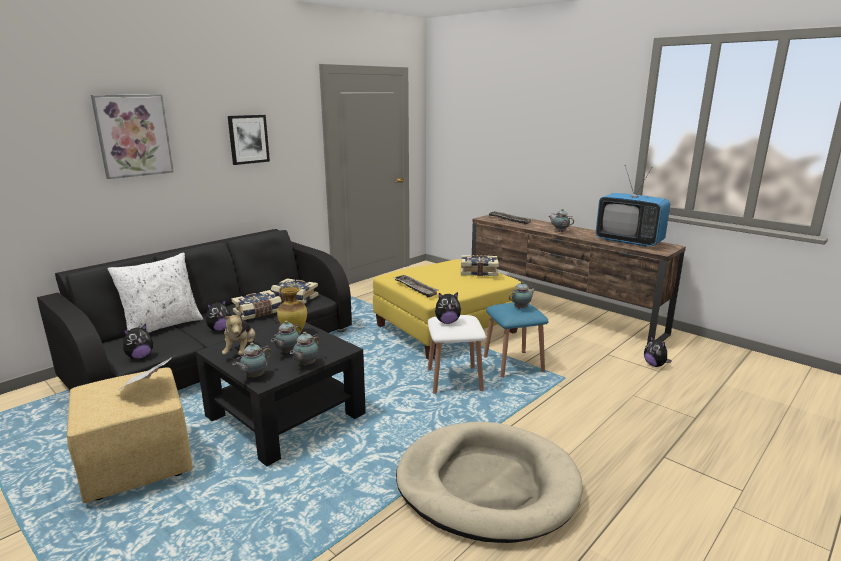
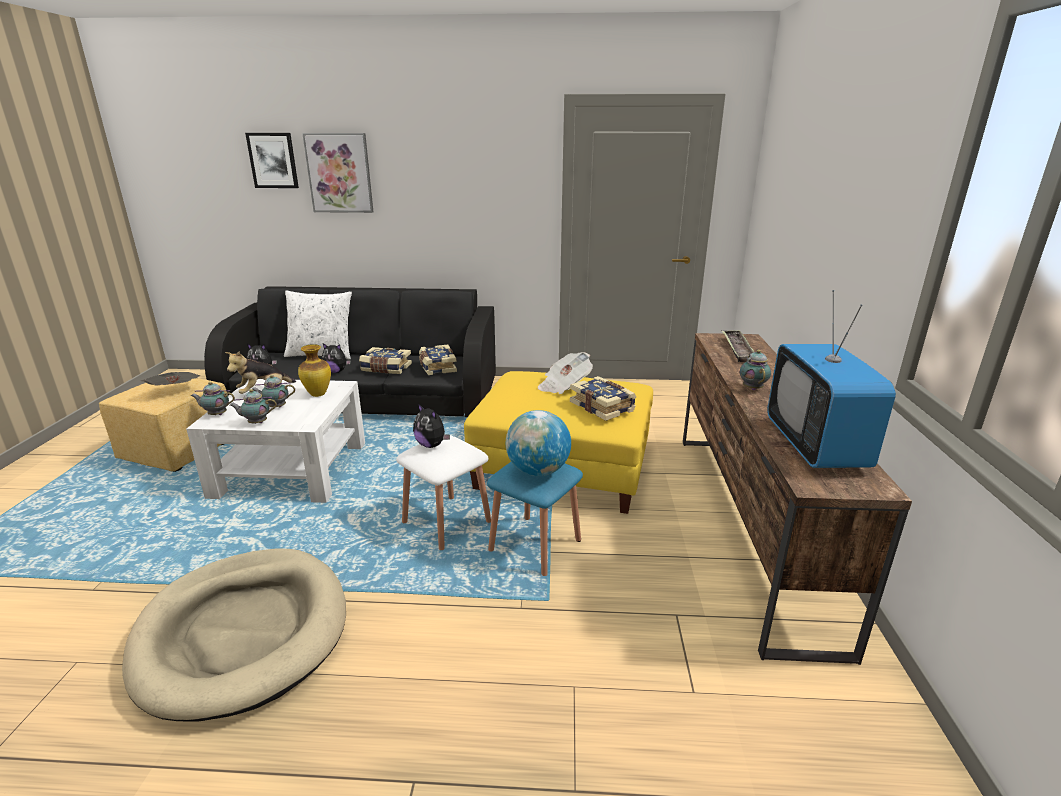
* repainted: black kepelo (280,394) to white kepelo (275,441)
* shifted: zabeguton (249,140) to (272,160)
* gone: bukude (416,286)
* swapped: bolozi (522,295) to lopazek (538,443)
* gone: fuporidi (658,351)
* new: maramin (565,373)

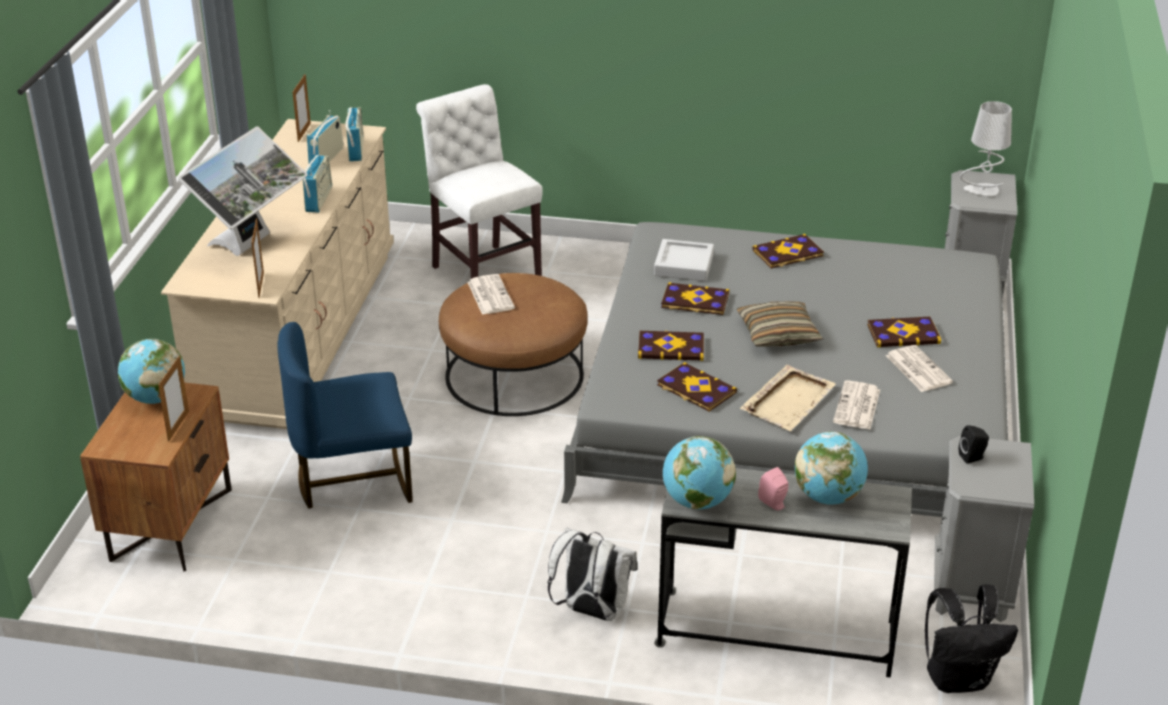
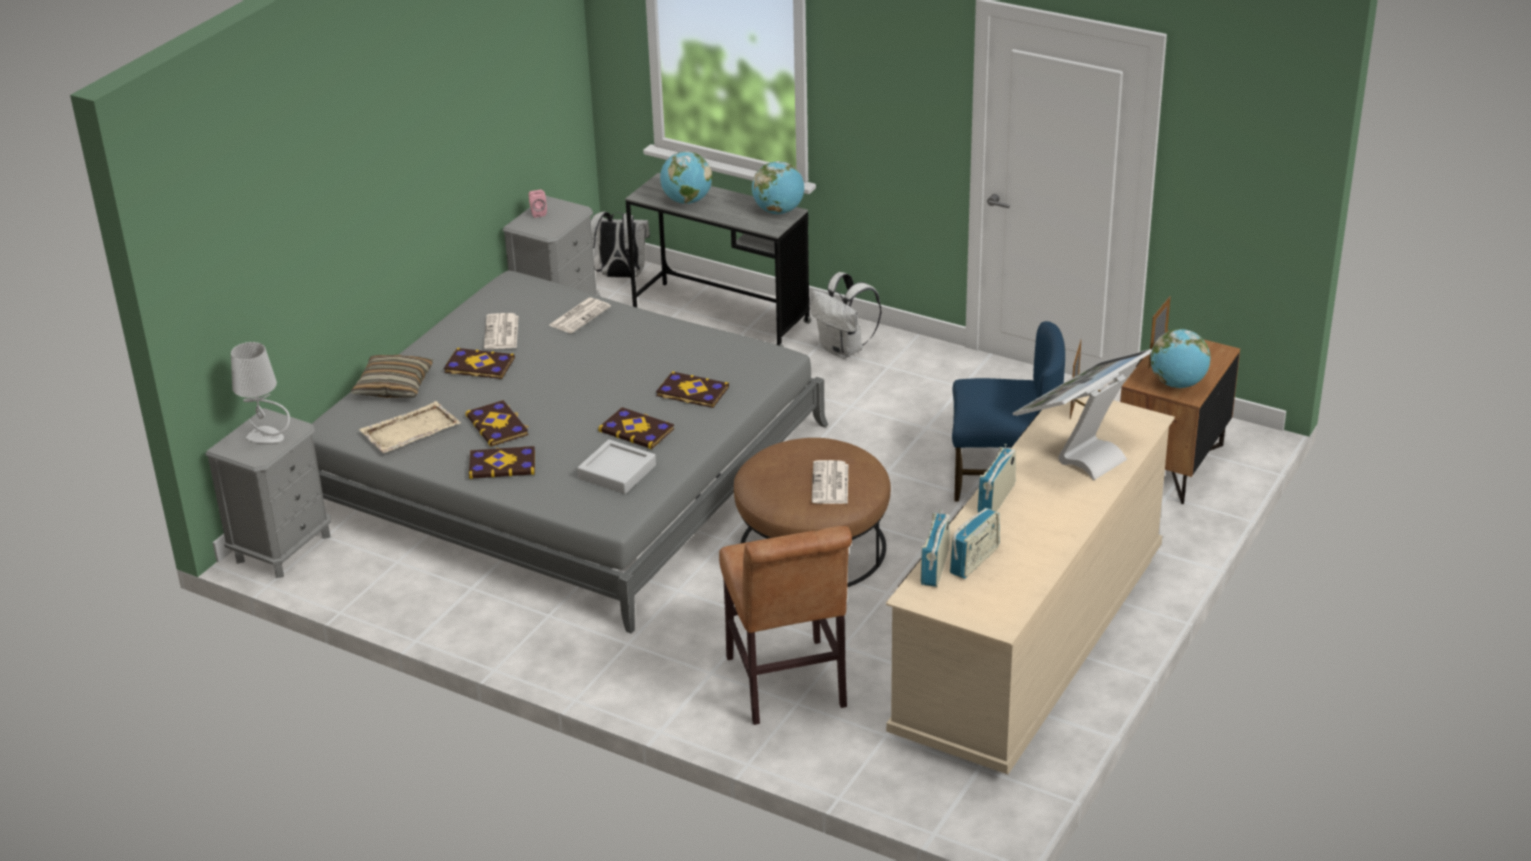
* gone: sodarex (302,108)
* repainted: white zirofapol (479,181) to brown zirofapol (785,625)
* shifted: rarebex (697,387) to (497,423)
* shifted: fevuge (780,324) to (391,376)
* shifted: beige bukude (788,398) to (410,427)
* shifted: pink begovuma (773,489) to (538,204)
* repainted: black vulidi (971,638) to white vulidi (620,244)
* gone: black begovuma (974,444)

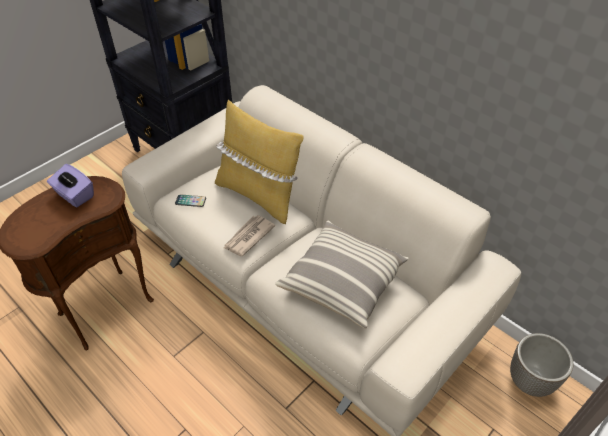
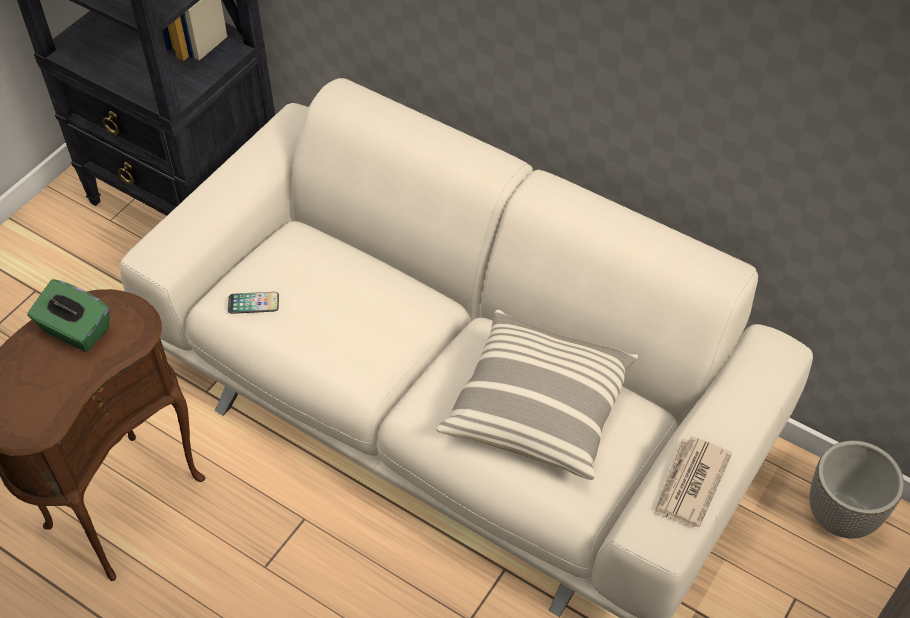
* repainted: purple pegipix (70,185) to green pegipix (68,315)
* gone: yellow fevuge (259,162)
* shifted: maramin (249,235) to (693,482)

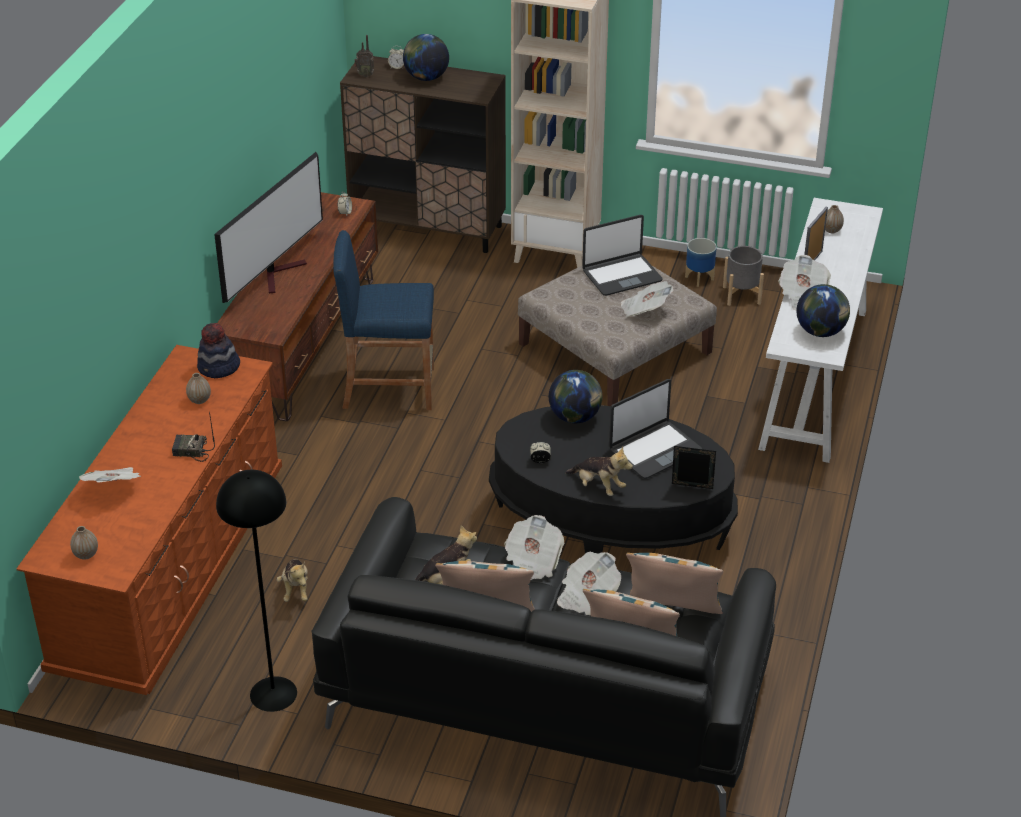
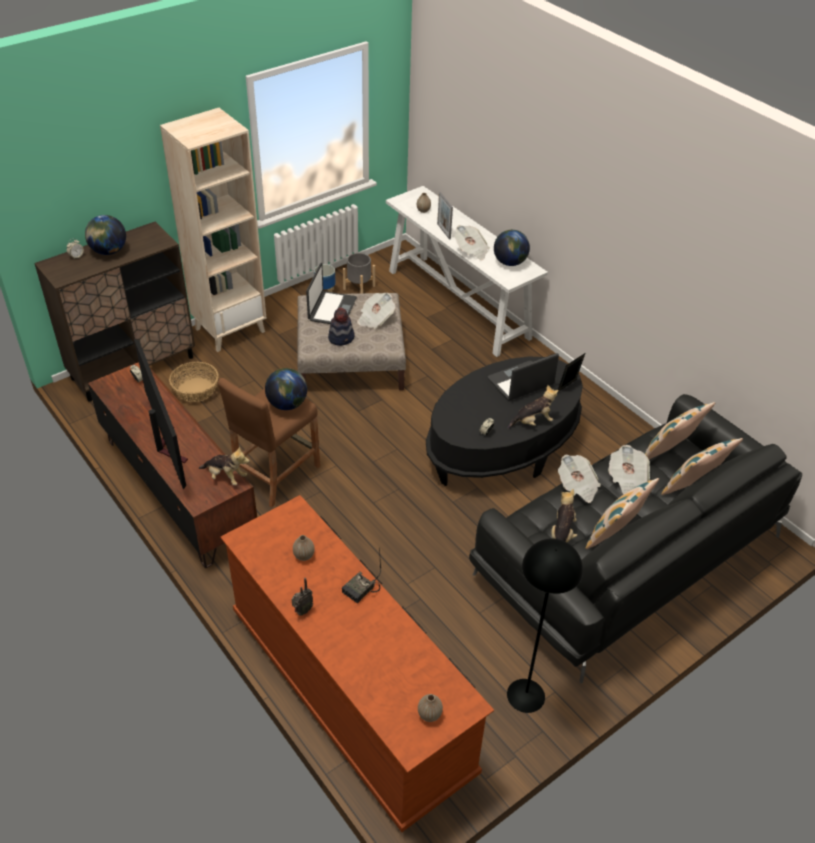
* gone: maramin (110,475)
* shifted: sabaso (218,350) to (341,327)
* shifted: fuporidi (292,580) to (224,465)
* repainted: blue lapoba (383,320) to brown lapoba (269,442)
* shifted: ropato (364,56) to (302,597)
* shifted: lopazek (575,397) to (286,389)
* rotated: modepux (655,429) = (523,376) 120 degrees counterclockwise
* new: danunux (194,382)

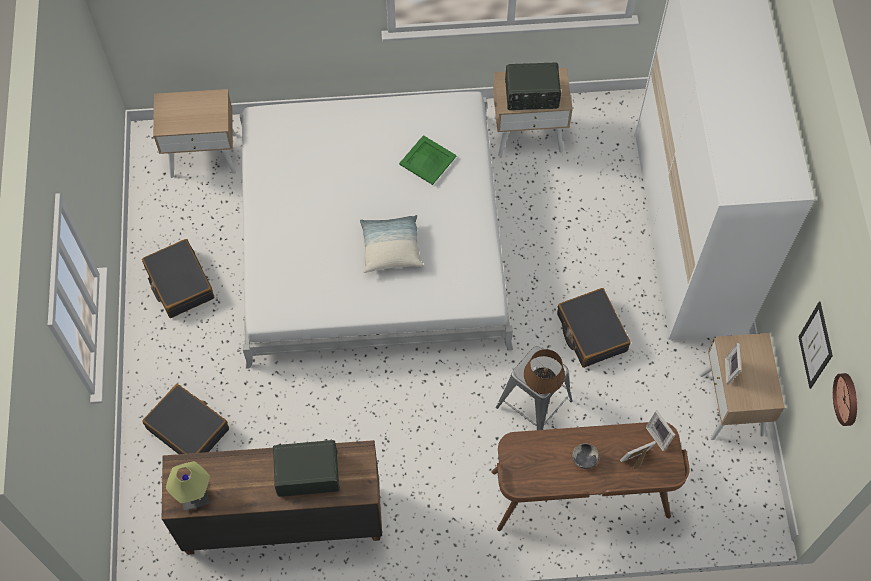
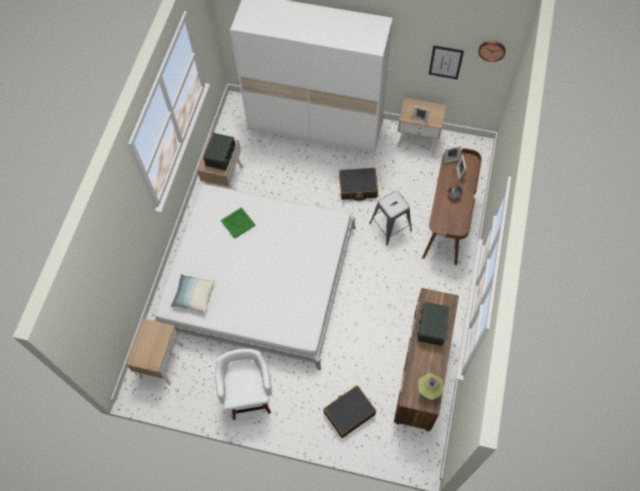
* swapped: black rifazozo (178,278) to white lapoba (243,384)
* shifted: fevuge (391,244) to (192,294)
* gone: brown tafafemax (544,371)

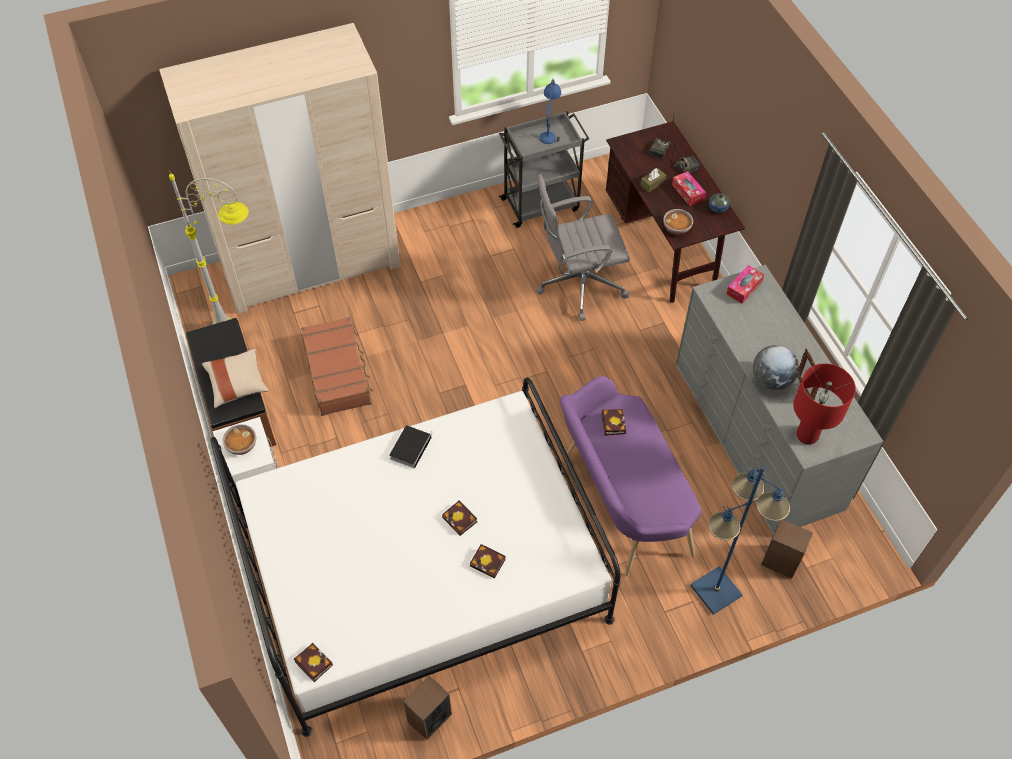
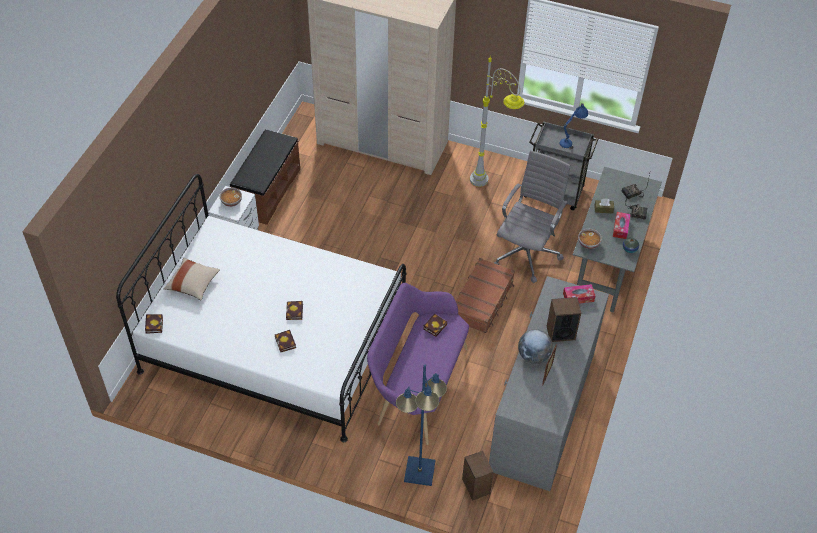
* shifted: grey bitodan (209,247) to (497,121)
* shifted: beige fevuge (235,378) to (192,279)
* shifted: brown rifazozo (337,366) to (485,295)
* gone: rarebex (411,447)
* shifted: begovuma (427,707) to (564,319)
* rotated: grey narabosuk (583,247) = (532,217) 90 degrees clockwise
* repainted: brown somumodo (675,212) to grey somumodo (617,239)
* gone: red tafafemax (824,404)

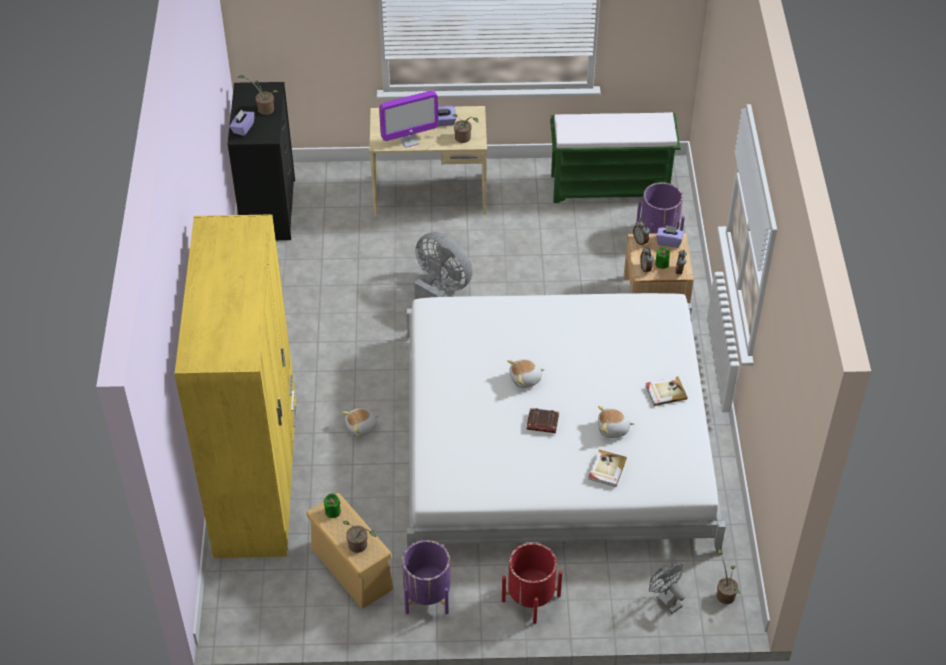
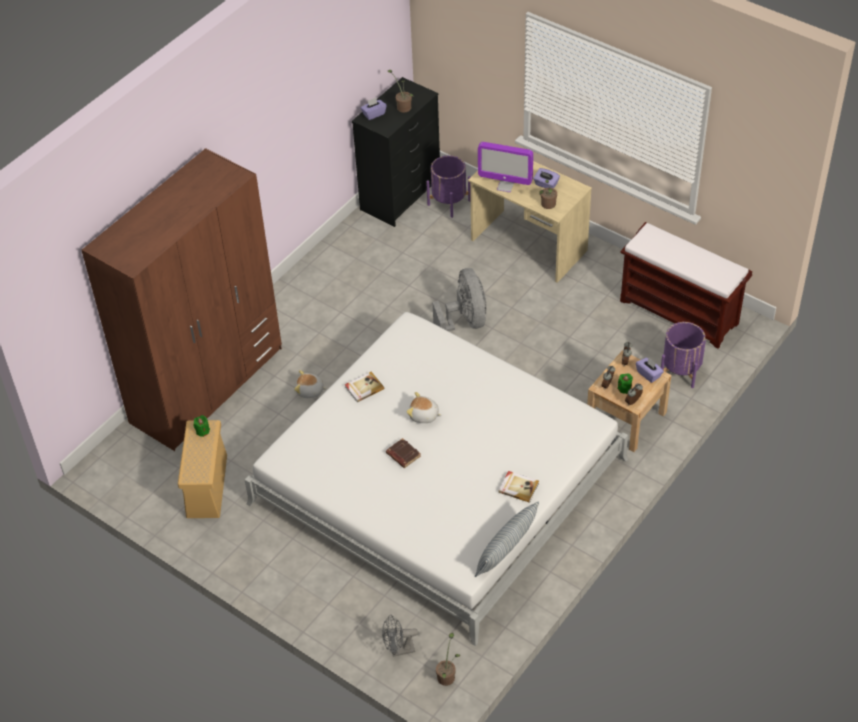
* repainted: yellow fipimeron (235,386) to brown fipimeron (181,299)
* gone: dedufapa (359,537)
* shifted: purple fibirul (426,577) to (448,186)
* gone: red fibirul (532,583)
* repainted: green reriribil (615,157) to brown reriribil (686,285)
* shifted: rarebex (608,468) to (364,387)
* gone: fuporidi (616,422)
* rotated: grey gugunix (667,588) = (400,636) 105 degrees counterclockwise
* new: fevuge (507,539)

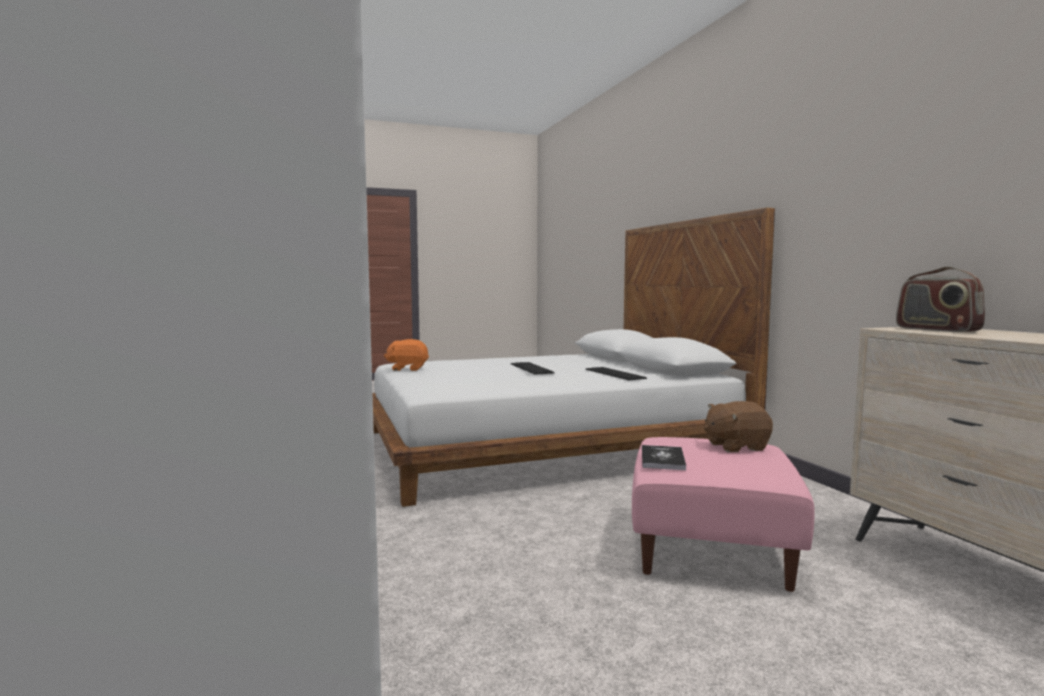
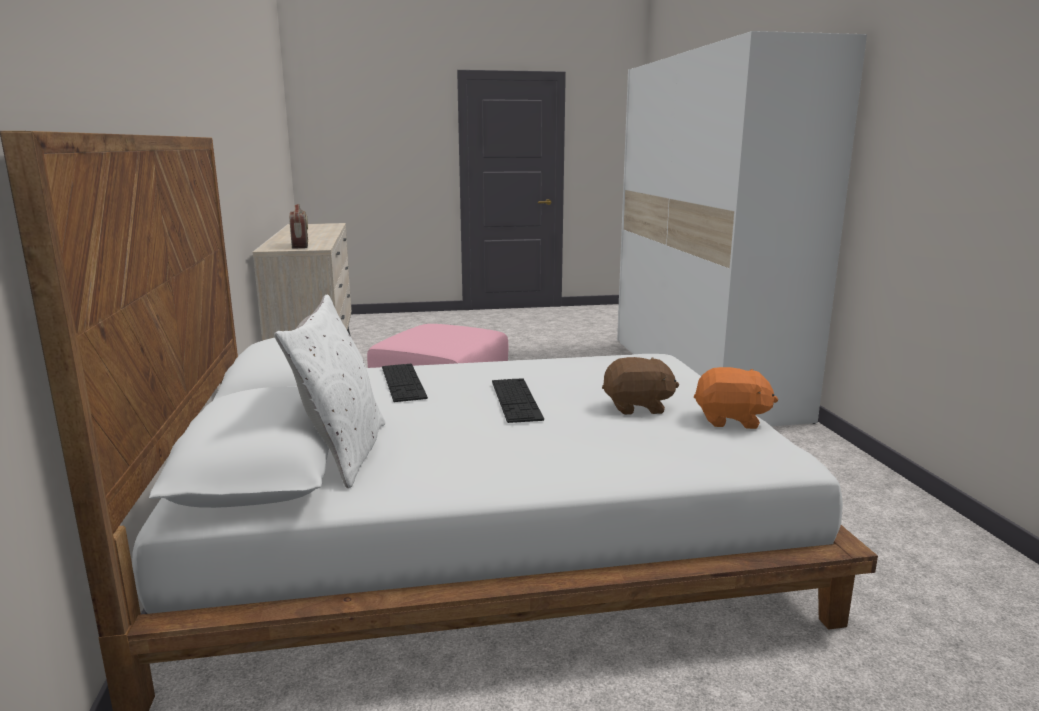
* gone: rarebex (664,457)
* shifted: brown fuporidi (738,426) to (640,386)
* new: white fevuge (329,391)

